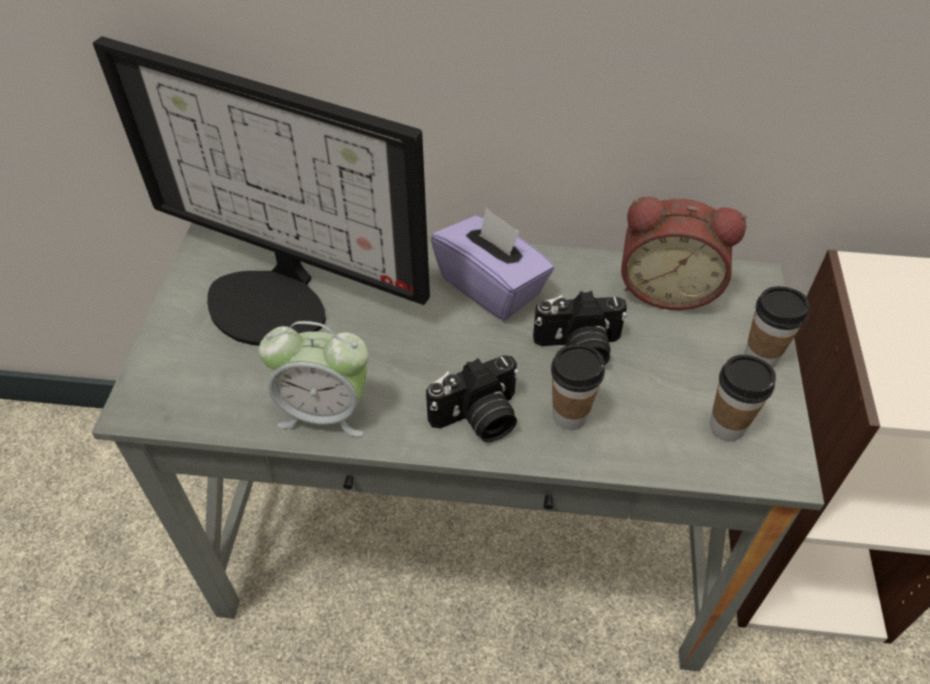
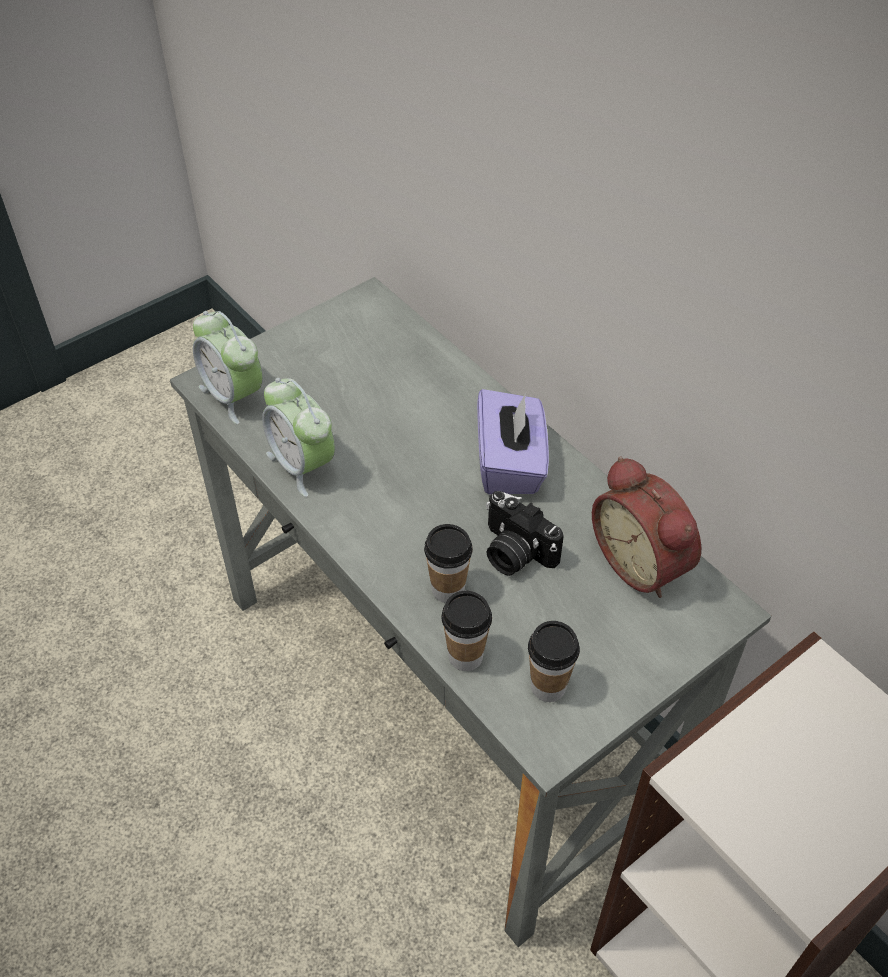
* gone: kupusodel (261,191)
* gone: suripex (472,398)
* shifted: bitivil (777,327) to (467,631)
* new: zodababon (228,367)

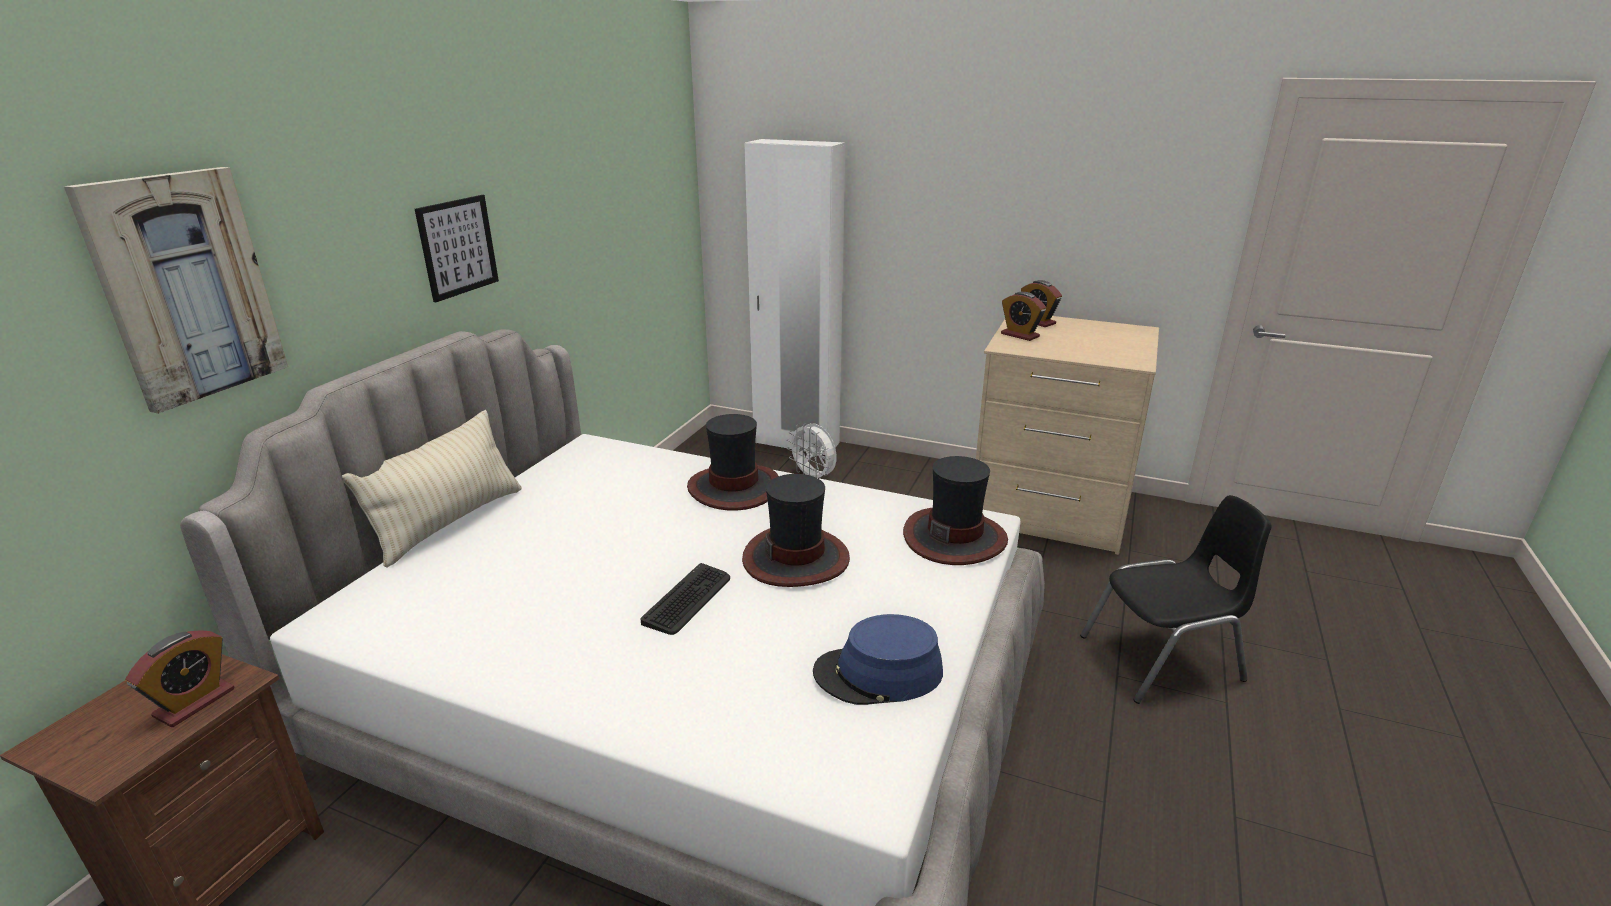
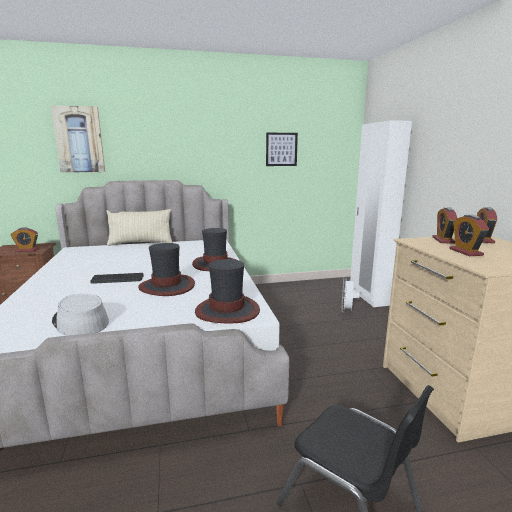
* shifted: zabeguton (457,248) to (282,149)
* repainted: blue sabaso (878,659) to grey sabaso (80,315)
* new: zodababon (469,235)

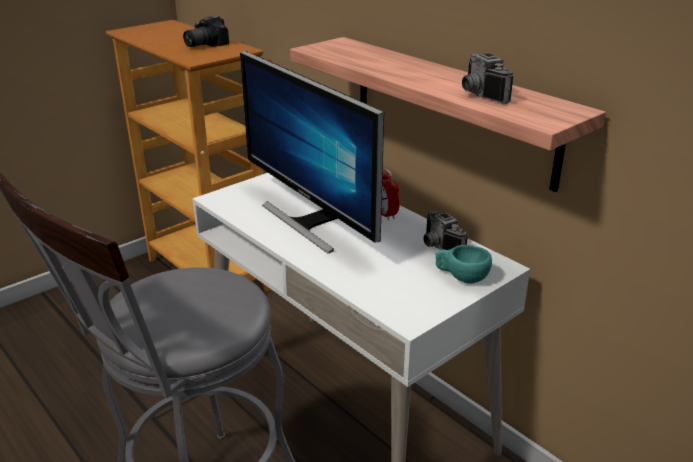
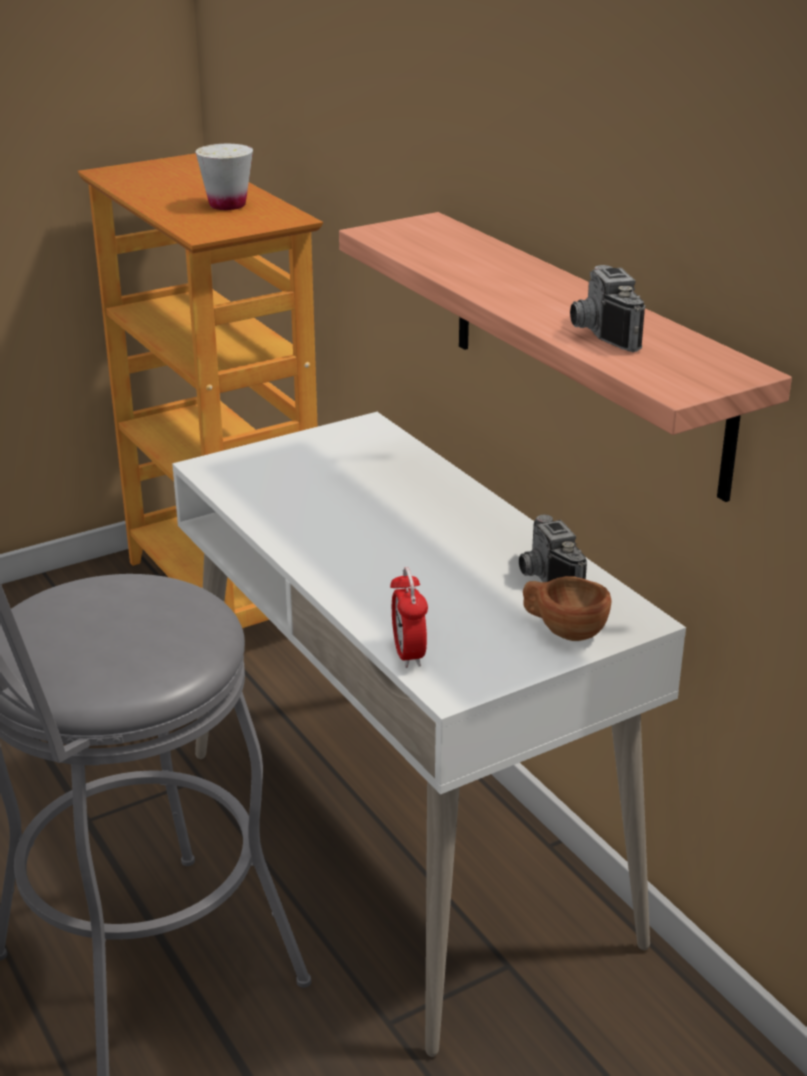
* swapped: suripex (206,31) to white bitivil (224,177)
* gone: kupusodel (312,152)
* shifted: zodababon (390,194) to (409,617)
* repainted: turquoise bitivil (463,264) to brown bitivil (567,608)

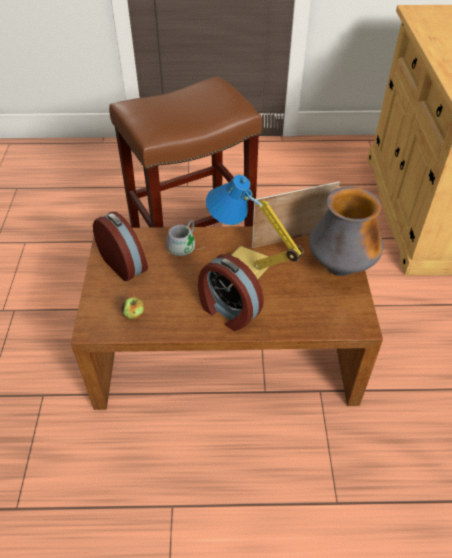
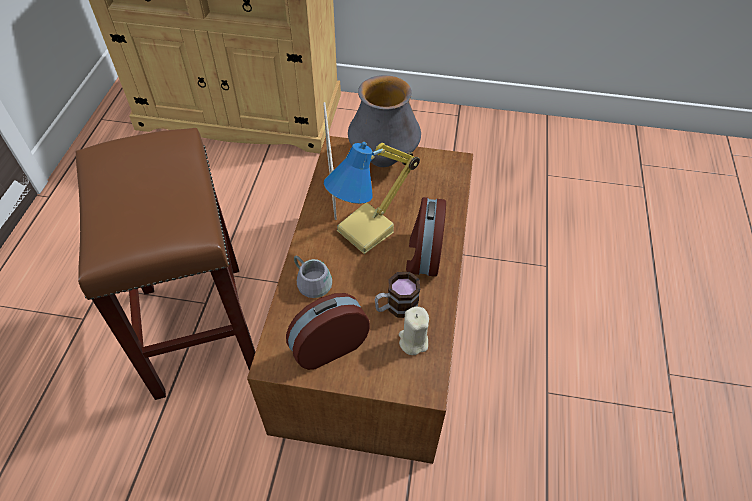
* swapped: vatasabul (132,308) to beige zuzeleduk (414,331)
* rotated: zodababon (231,292) = (426,237) 135 degrees clockwise
* new: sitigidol (397,295)

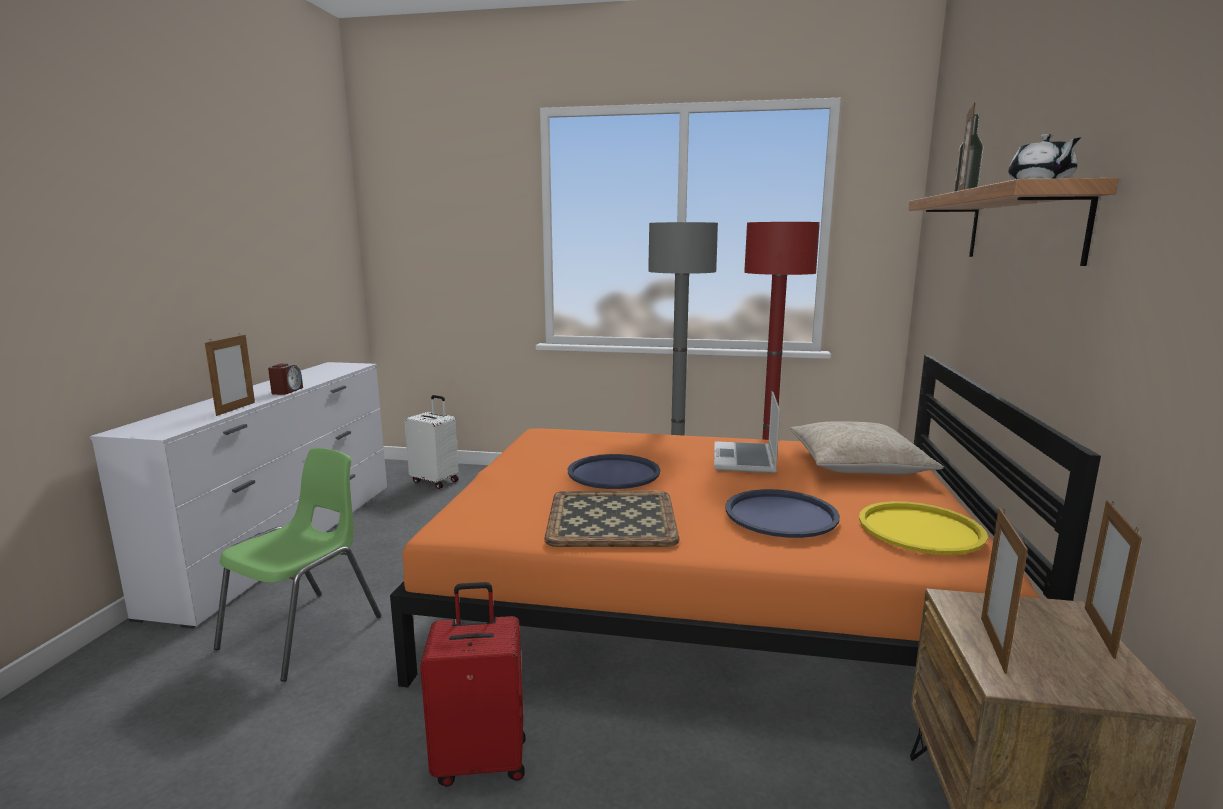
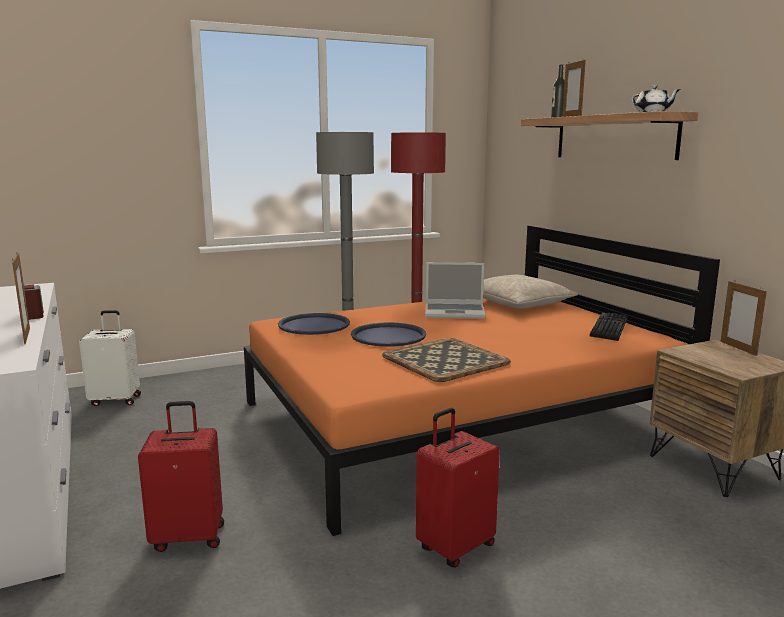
* swapped: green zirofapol (297,565) to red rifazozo (181,476)
* rotated: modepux (747,432) = (455,290) 60 degrees counterclockwise
* shifted: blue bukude (782,513) to (314,324)
* swapped: yellow bukude (923,528) to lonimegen (609,326)
* gone: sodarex (1004,591)

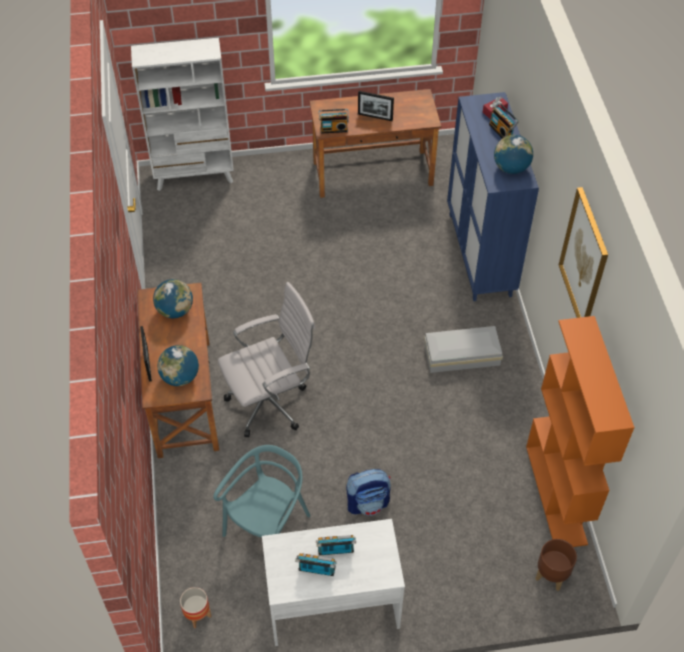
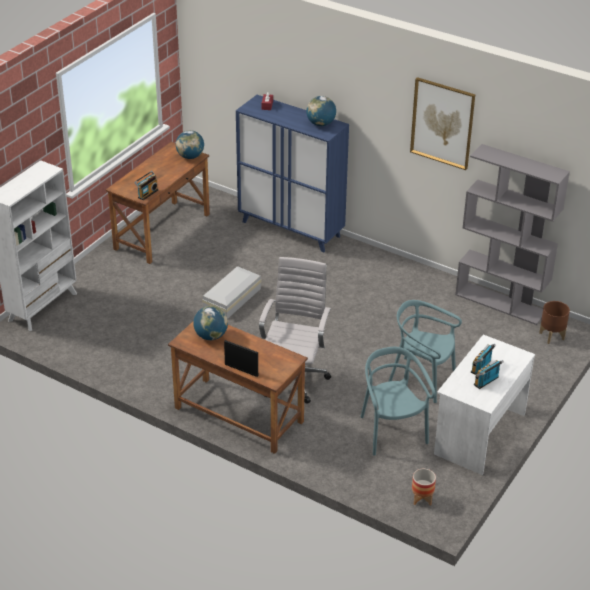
* shifted: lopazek (178,365) to (190,144)
* swapped: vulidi (368,492) to turquoise zirofapol (425,351)
* gone: sodarex (376,106)
* shifted: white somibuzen (463,349) to (232,292)
* gone: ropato (504,120)
* repainted: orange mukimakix (580,431) to grey mukimakix (512,234)

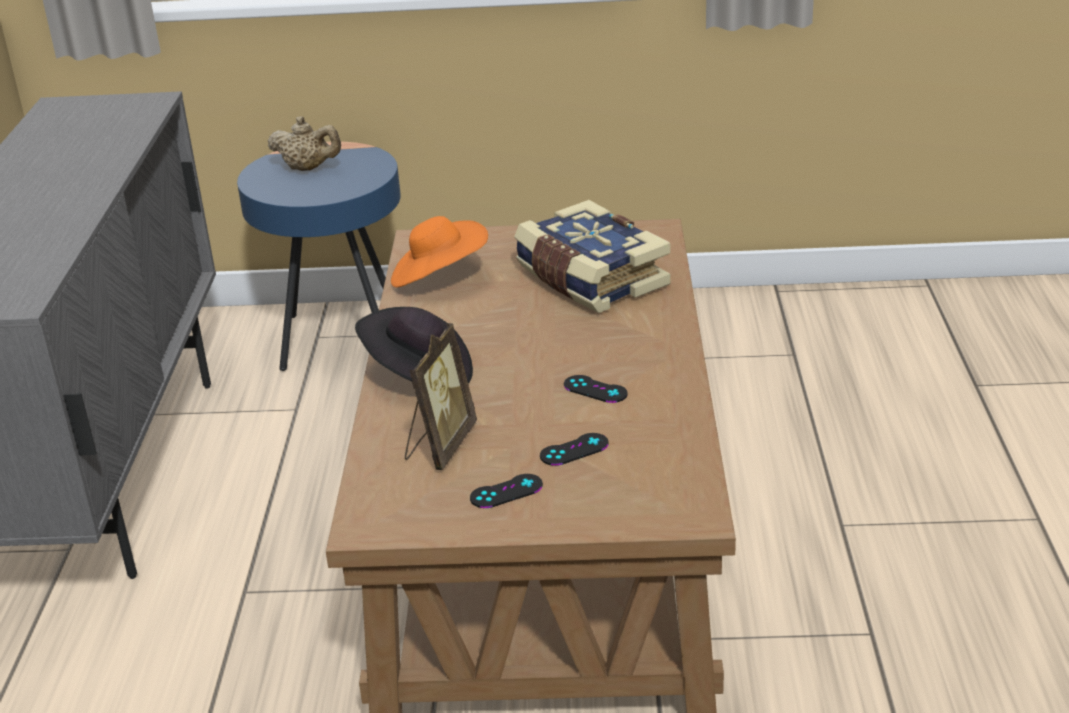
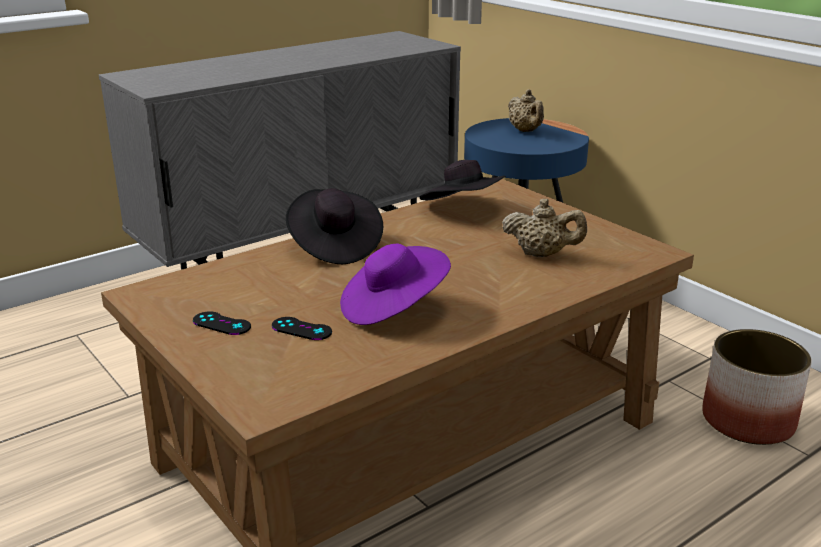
* repainted: orange sabaso (439,252) to black sabaso (462,180)
* gone: sodarex (441,396)
* swapped: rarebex (592,256) to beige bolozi (544,228)
* swapped: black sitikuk (596,389) to purple sabaso (395,284)
* new: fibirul (757,387)

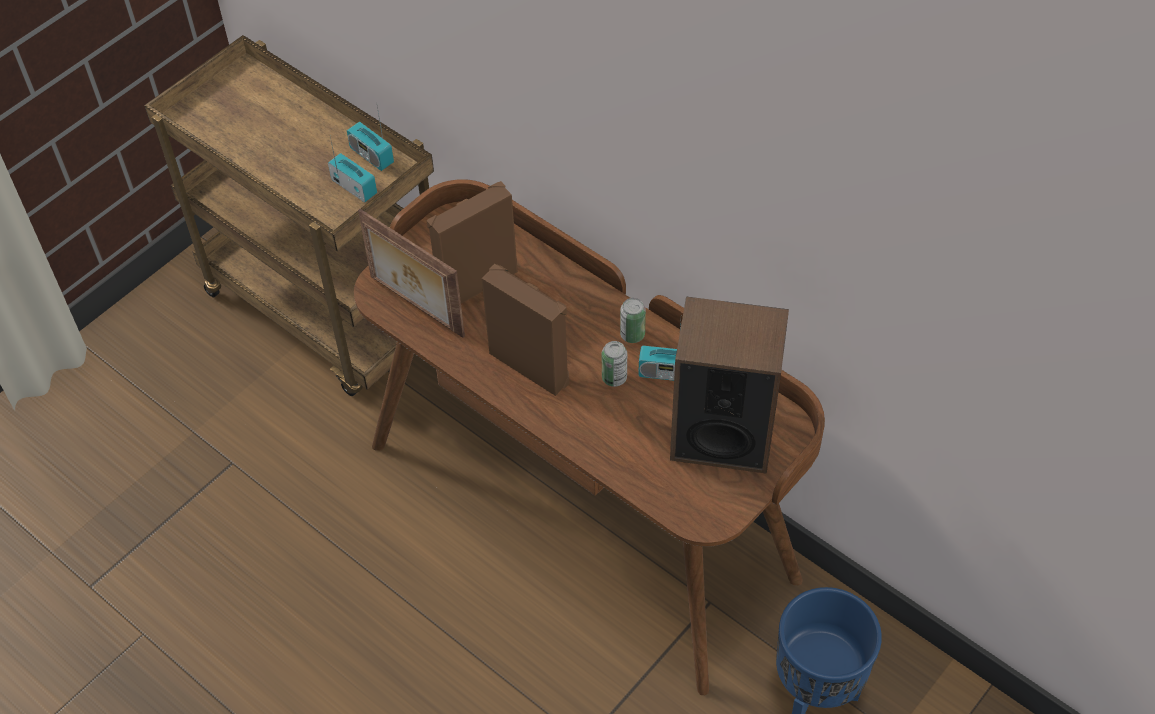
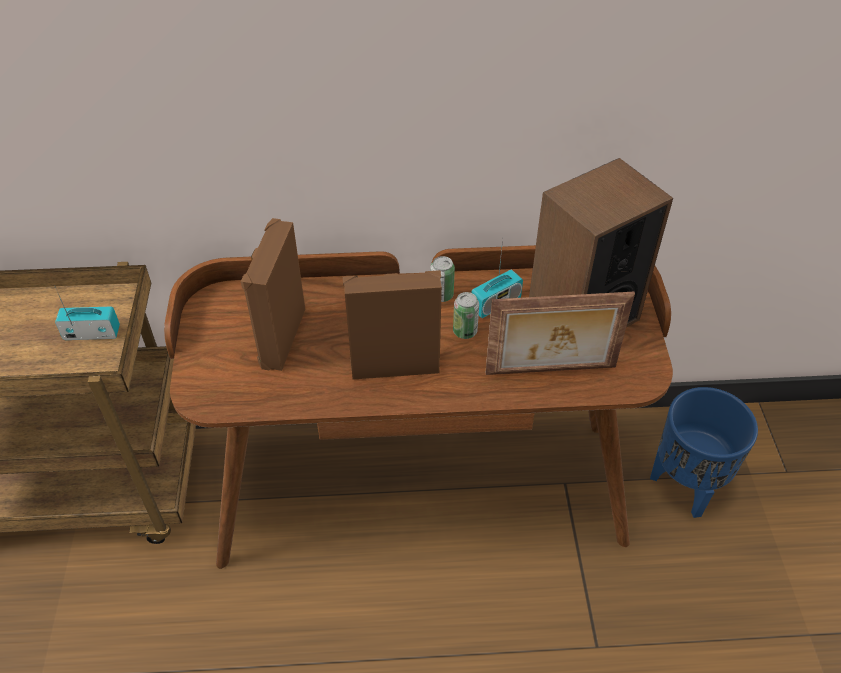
* gone: ropato (370,139)
* shifted: sodarex (411,273) to (560,333)

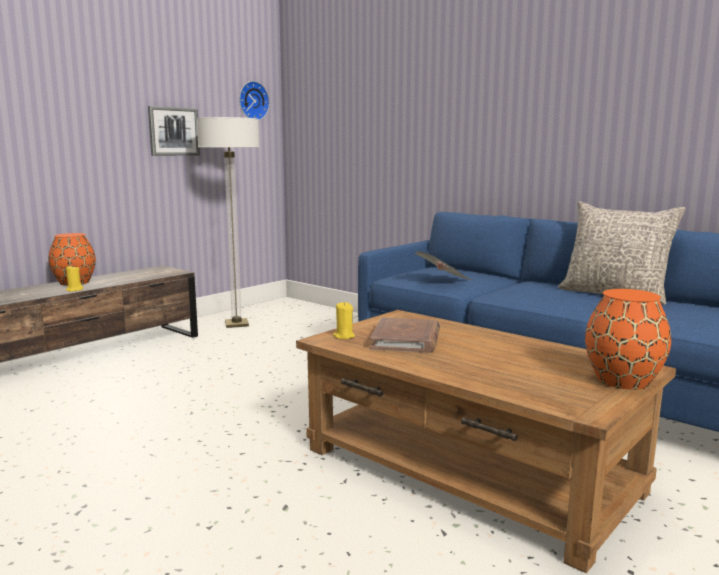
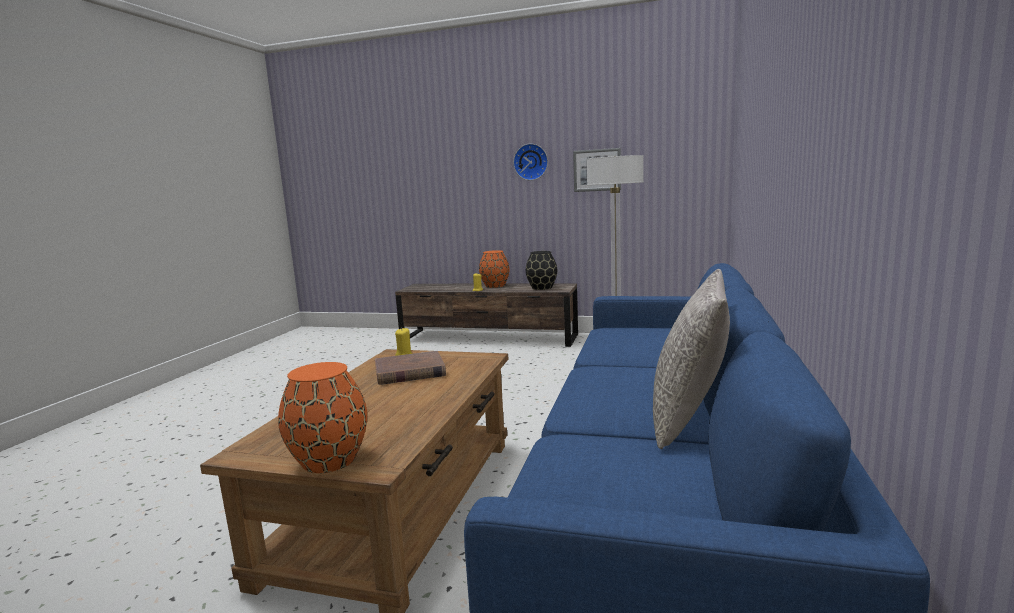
* shifted: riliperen (254,101) to (530,162)
* gone: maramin (443,265)
* new: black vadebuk (541,270)

